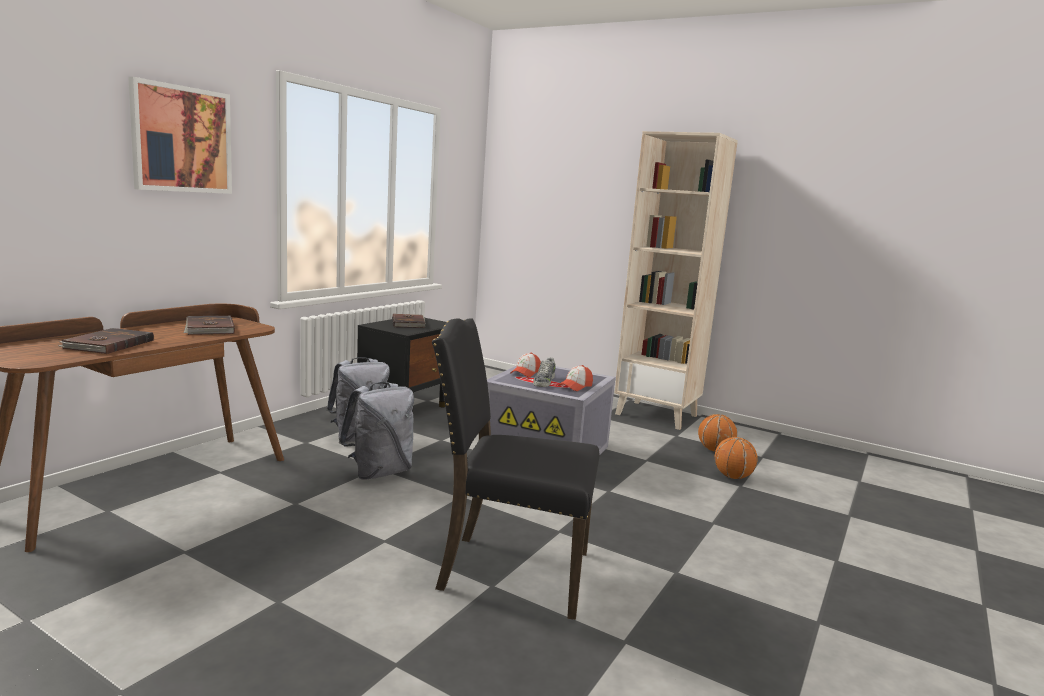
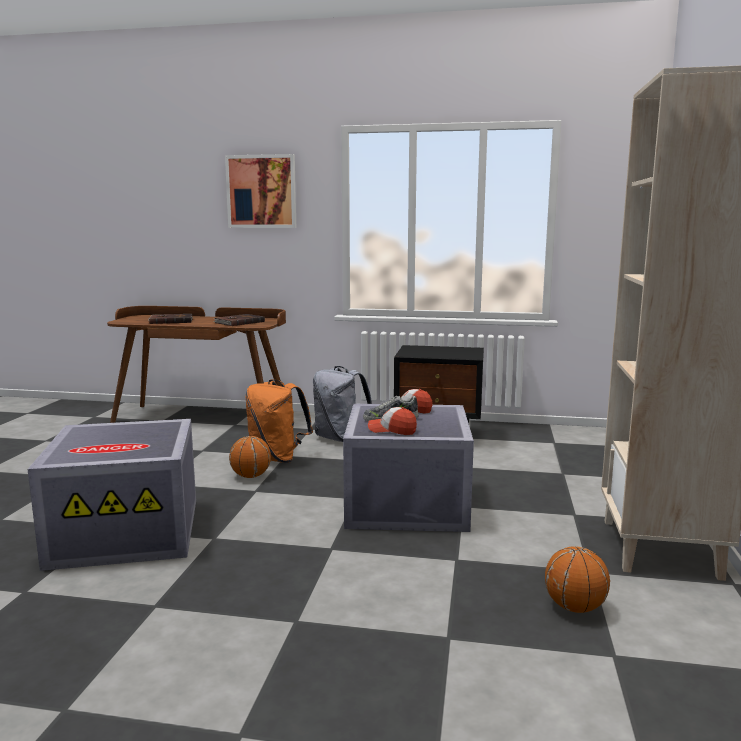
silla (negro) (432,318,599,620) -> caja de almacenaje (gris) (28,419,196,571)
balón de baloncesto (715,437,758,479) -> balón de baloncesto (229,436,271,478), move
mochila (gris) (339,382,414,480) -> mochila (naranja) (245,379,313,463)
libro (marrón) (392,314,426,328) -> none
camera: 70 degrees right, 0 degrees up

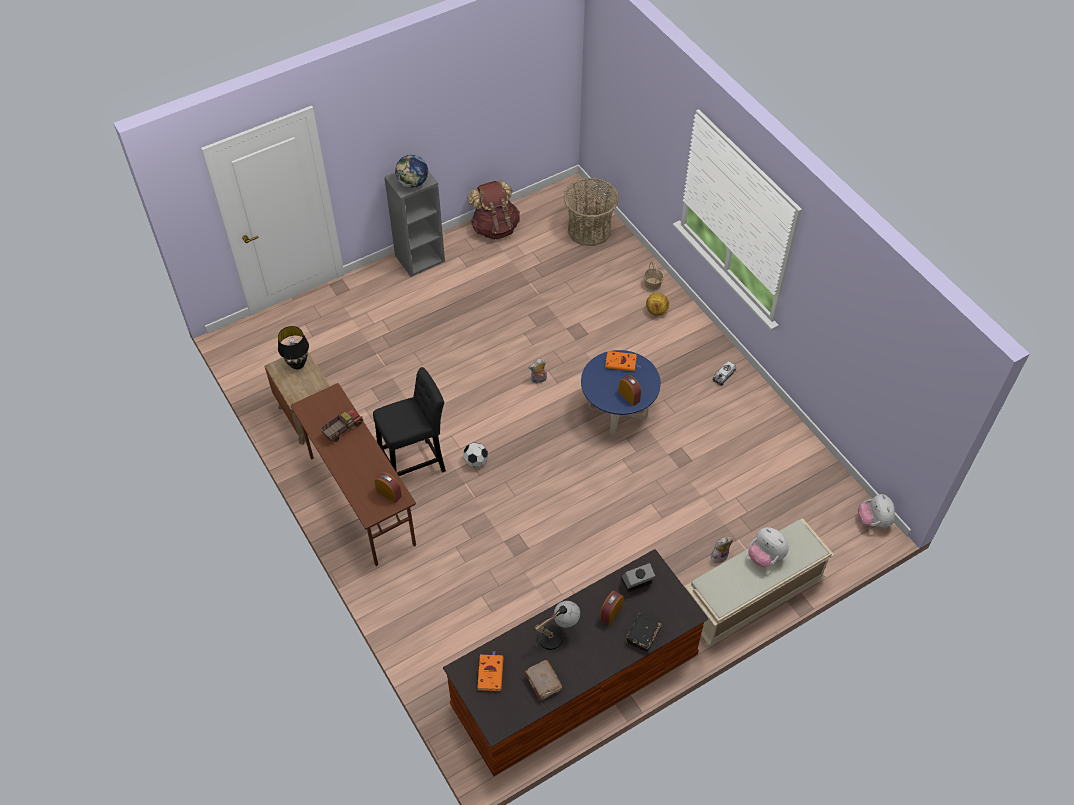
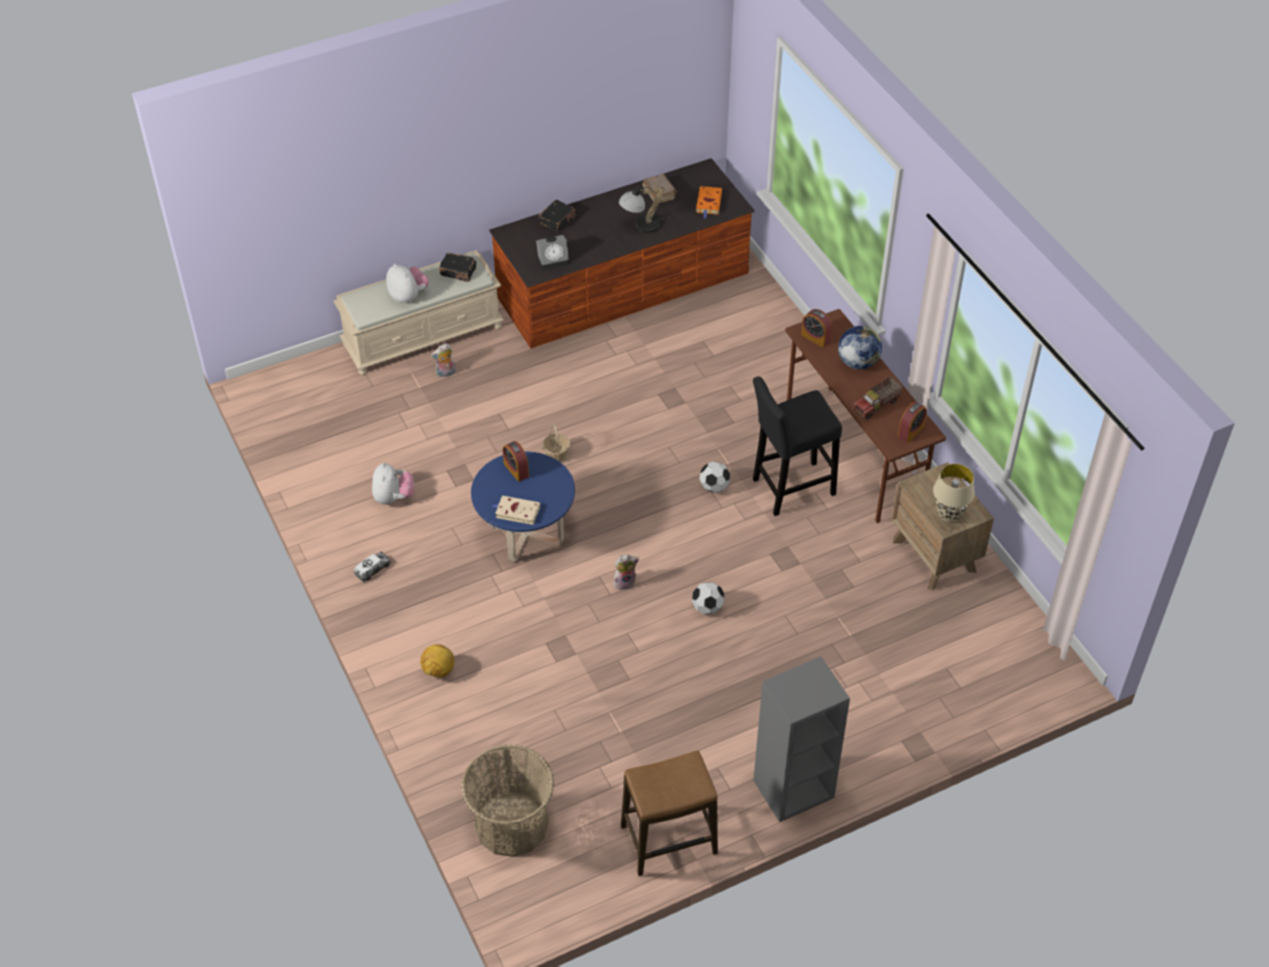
peluche (858,494,895,528) -> peluche (372,463,414,505), move
none -> libro (negro) (438,253,476,282)
libro (naranja) (605,351,641,372) -> libro (beis) (492,496,540,525)
cesta (643,261,664,291) -> cesta (542,424,570,463), move
mochila (marrón) (468,180,520,240) -> taburete (621,751,718,876)
none -> balón de fútbol (692,582,725,614)
globo terráqueo (395,154,428,188) -> globo terráqueo (838,326,882,369), move
despertador (600,591,624,626) -> despertador (898,402,927,443), move
lámpara de mesa (negro) (278,326,309,369) -> lámpara de mesa (beis) (933,463,975,522)
camera: 175 degrees left, 5 degrees down

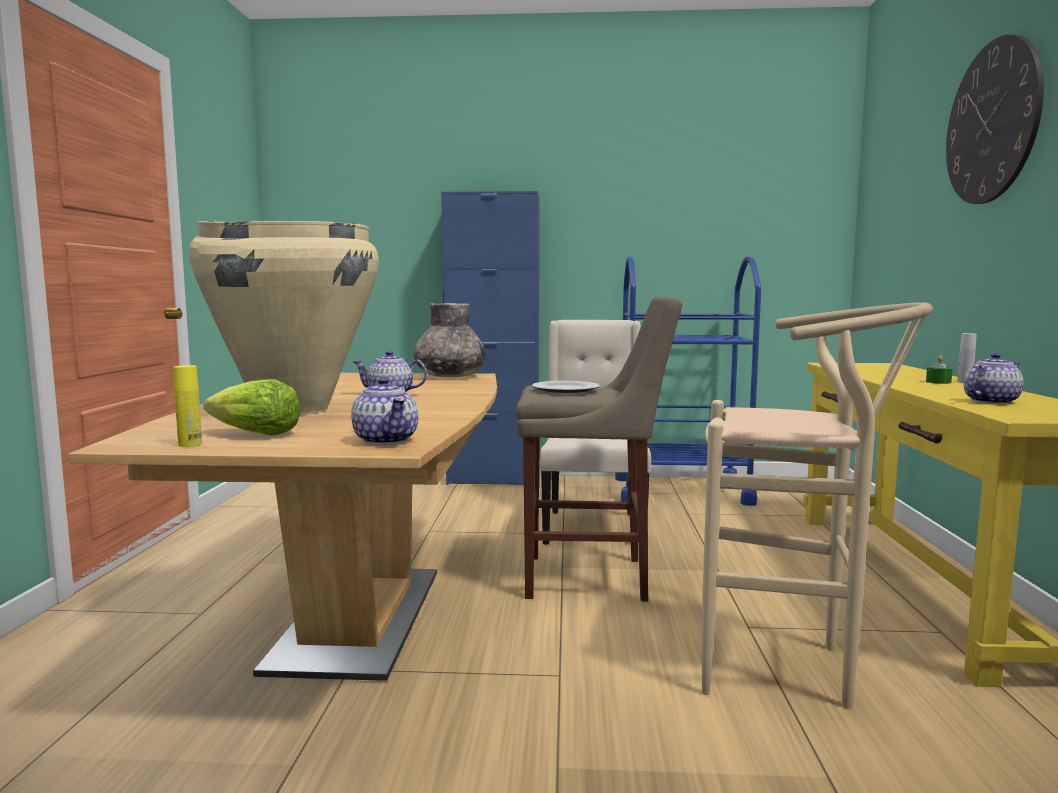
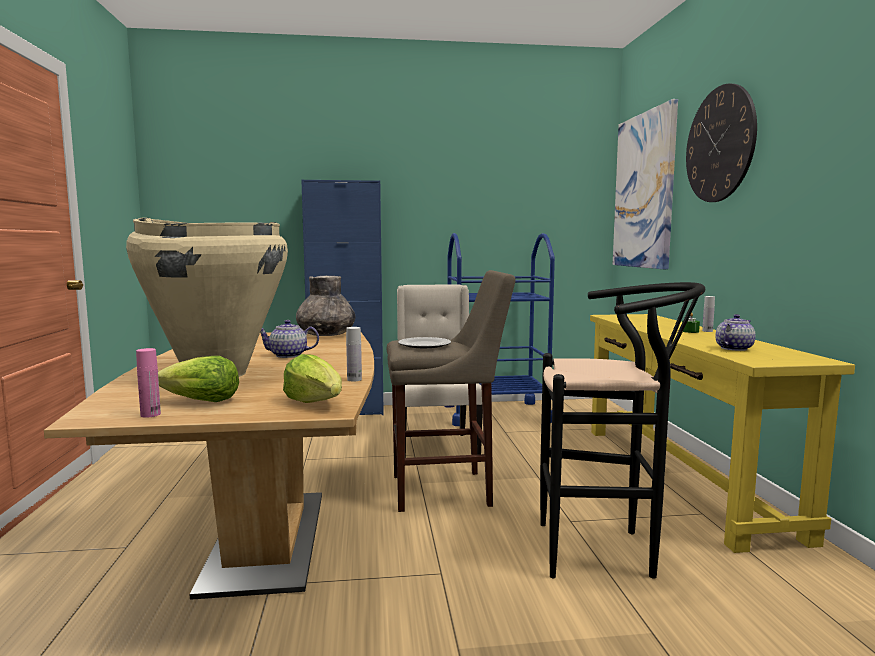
botella (amarillo) (173,365,202,447) -> botella (rosa) (136,348,161,417)
tetera (351,377,418,445) -> lechuga (283,354,342,403)
none -> botella (blanco) (346,327,362,381)
taburete (beis) (702,302,933,708) -> taburete (negro) (540,282,705,578)
none -> cuadro (613,99,678,269)
camera: 10 degrees left, 0 degrees up

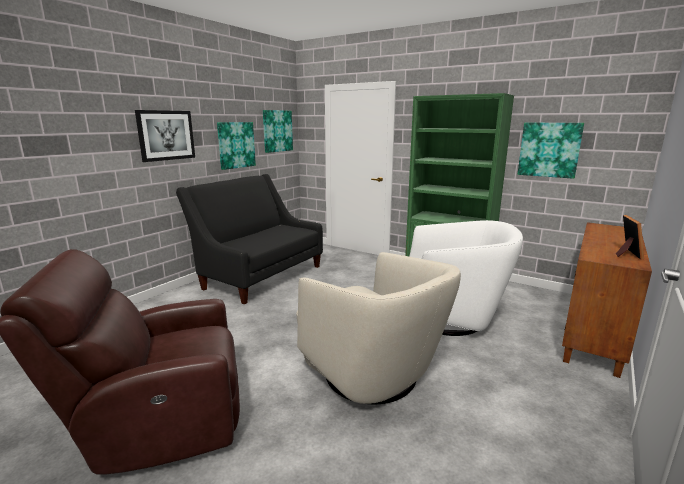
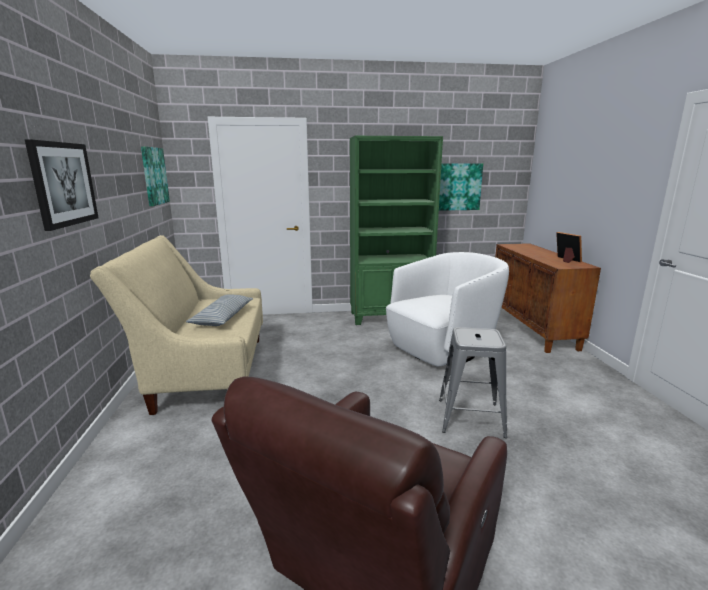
sofá (negro) (176,174,323,305) -> sofá (beis) (90,235,263,415)
none -> cojín (186,295,253,326)
sillón (beis) (296,252,461,404) -> taburete (gris) (439,327,507,438)
cuadro (217,122,256,170) -> none
camera: 40 degrees left, 0 degrees up

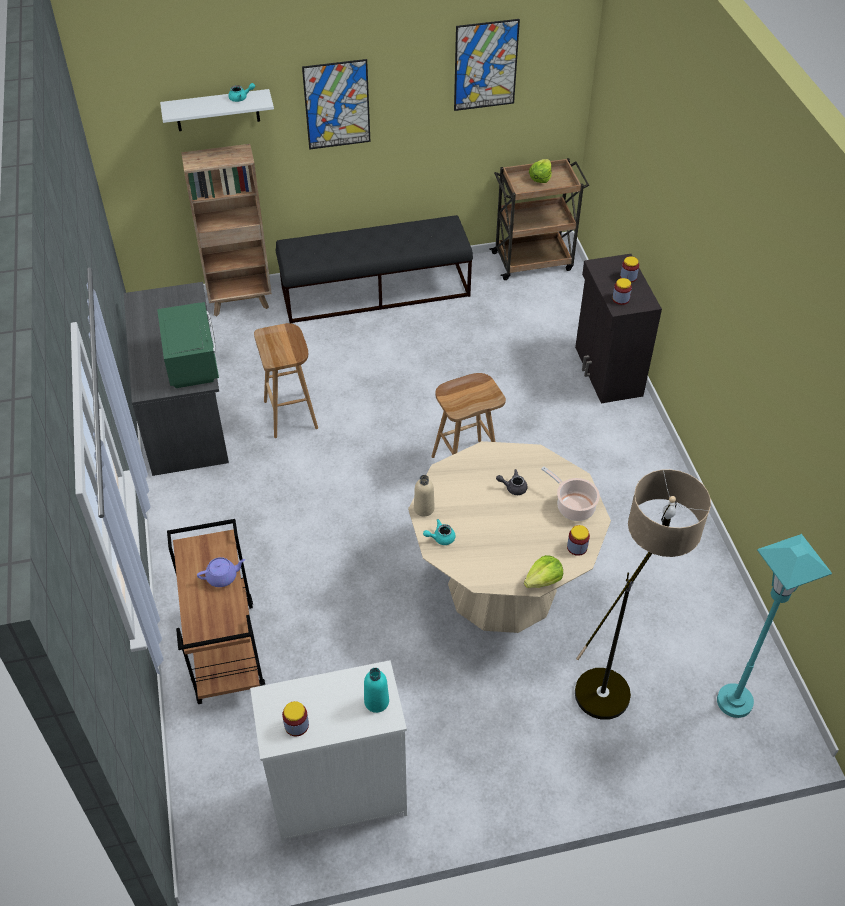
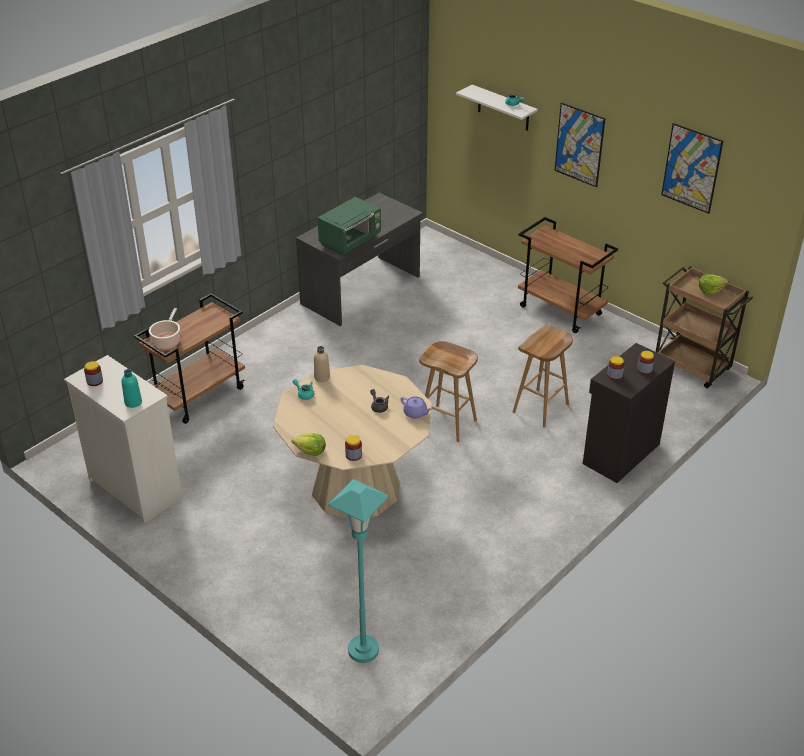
olla (541,466,600,521) -> olla (149,308,180,349), move
tetera (morado) (197,557,245,587) -> tetera (morado) (401,397,432,419), move
taburete (marrón) (254,323,318,438) -> taburete (marrón) (513,324,573,428), move
banco (negro) (276,215,473,323) -> carrito (marrón) (518,217,618,333)
estantería (marrón) (181,144,272,317) -> none
lámpara de pie (575,469,711,720) -> none
camera: 55 degrees right, 10 degrees down

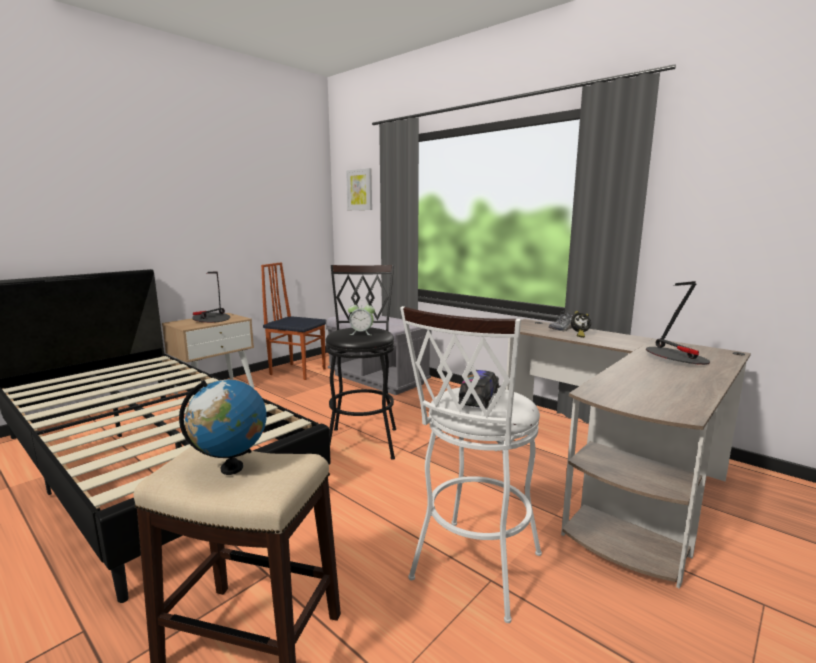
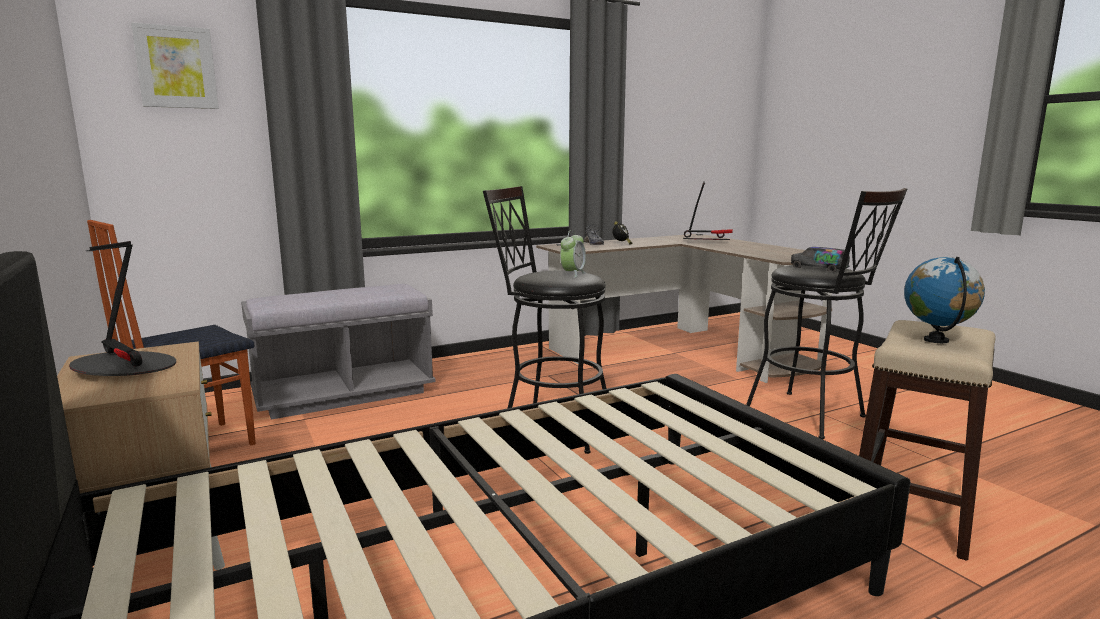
taburete (blanco) (400,306,542,623) -> taburete (negro) (746,188,907,439)
camera: 70 degrees left, 0 degrees up

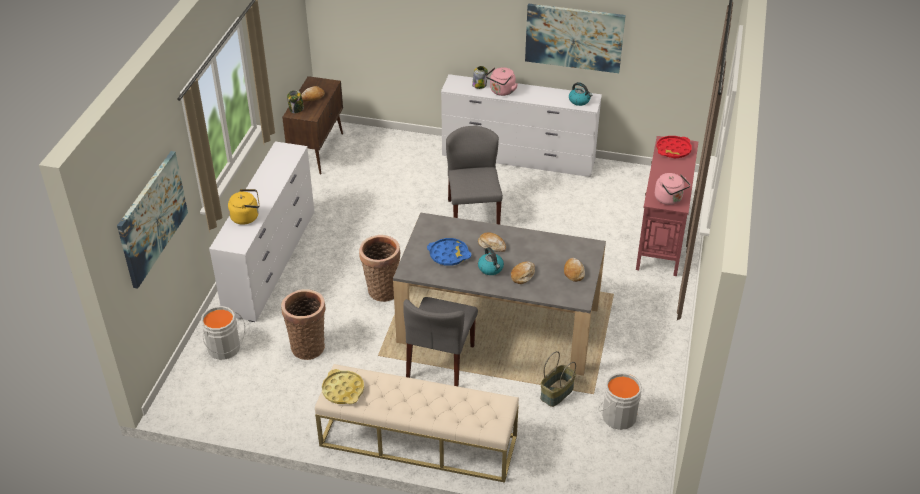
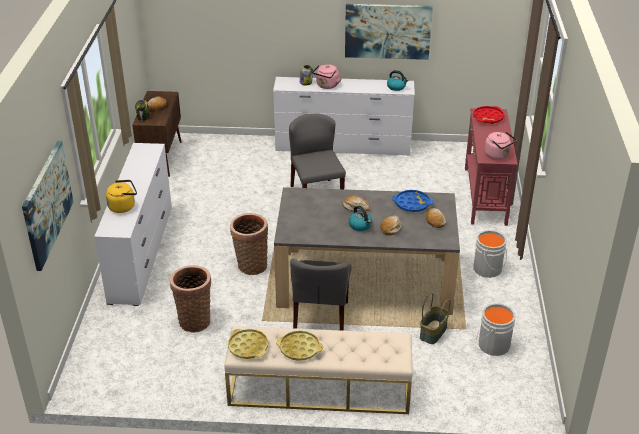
none -> bandeja (amarillo) (276,330,323,361)
bandeja (azul) (427,238,471,266) -> bandeja (azul) (392,190,434,212), move
cubo (gris) (201,306,245,360) -> cubo (gris) (473,230,507,278), move
camera: 10 degrees left, 5 degrees down

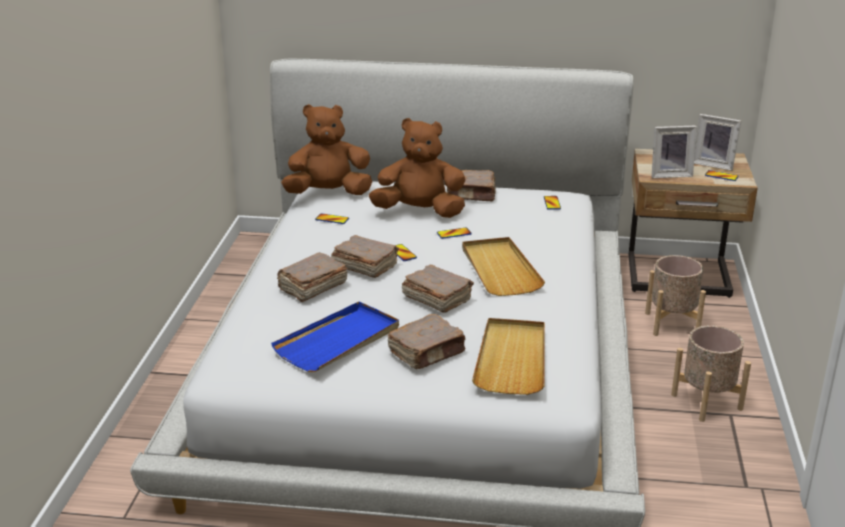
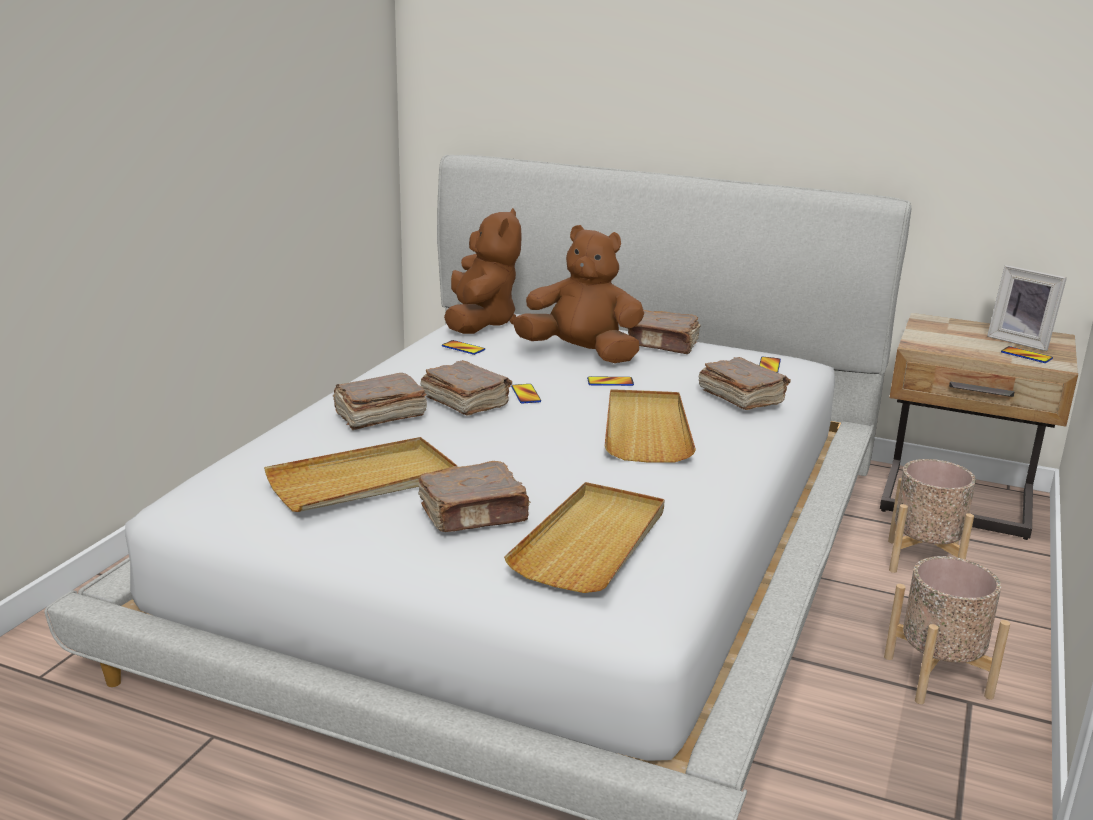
bandeja (azul) (271,302,399,372) -> bandeja (beis) (264,437,458,512)
peluche (marrón) (281,104,372,195) -> peluche (marrón) (444,208,522,334), 90 degrees clockwise
libro (marrón) (402,265,474,313) -> libro (marrón) (698,357,791,410), move
portarretratos (651,125,697,178) -> none
camera: 15 degrees right, 5 degrees down

